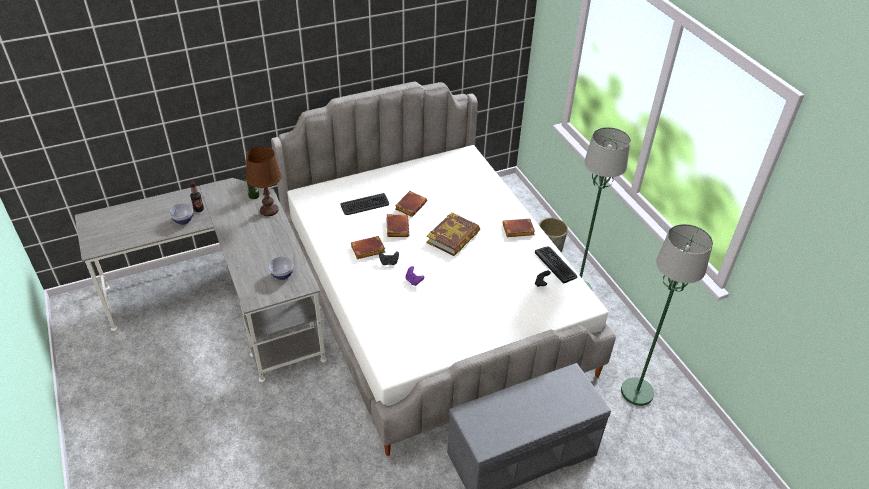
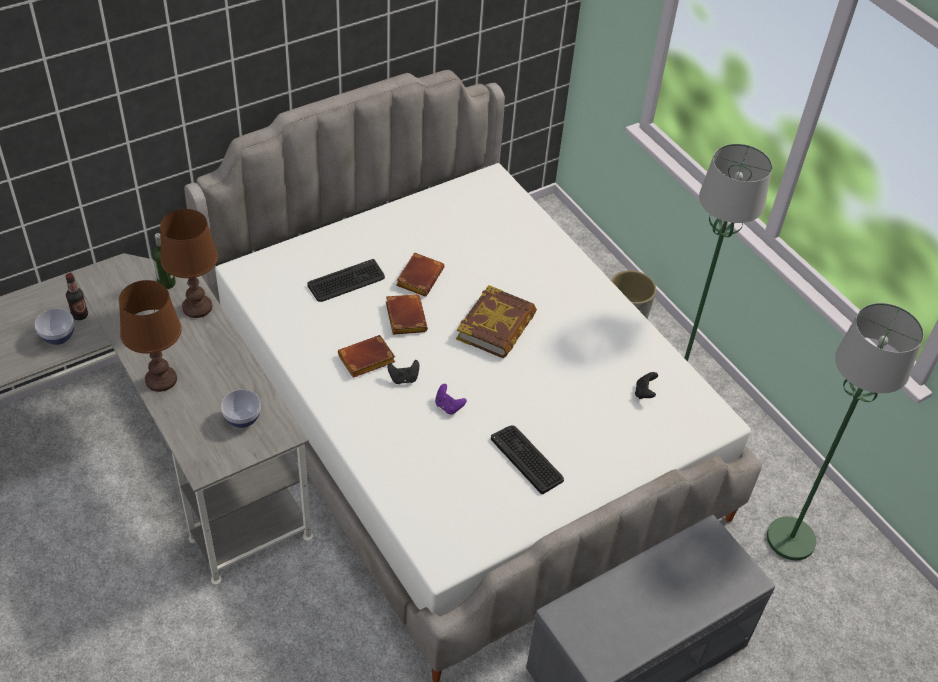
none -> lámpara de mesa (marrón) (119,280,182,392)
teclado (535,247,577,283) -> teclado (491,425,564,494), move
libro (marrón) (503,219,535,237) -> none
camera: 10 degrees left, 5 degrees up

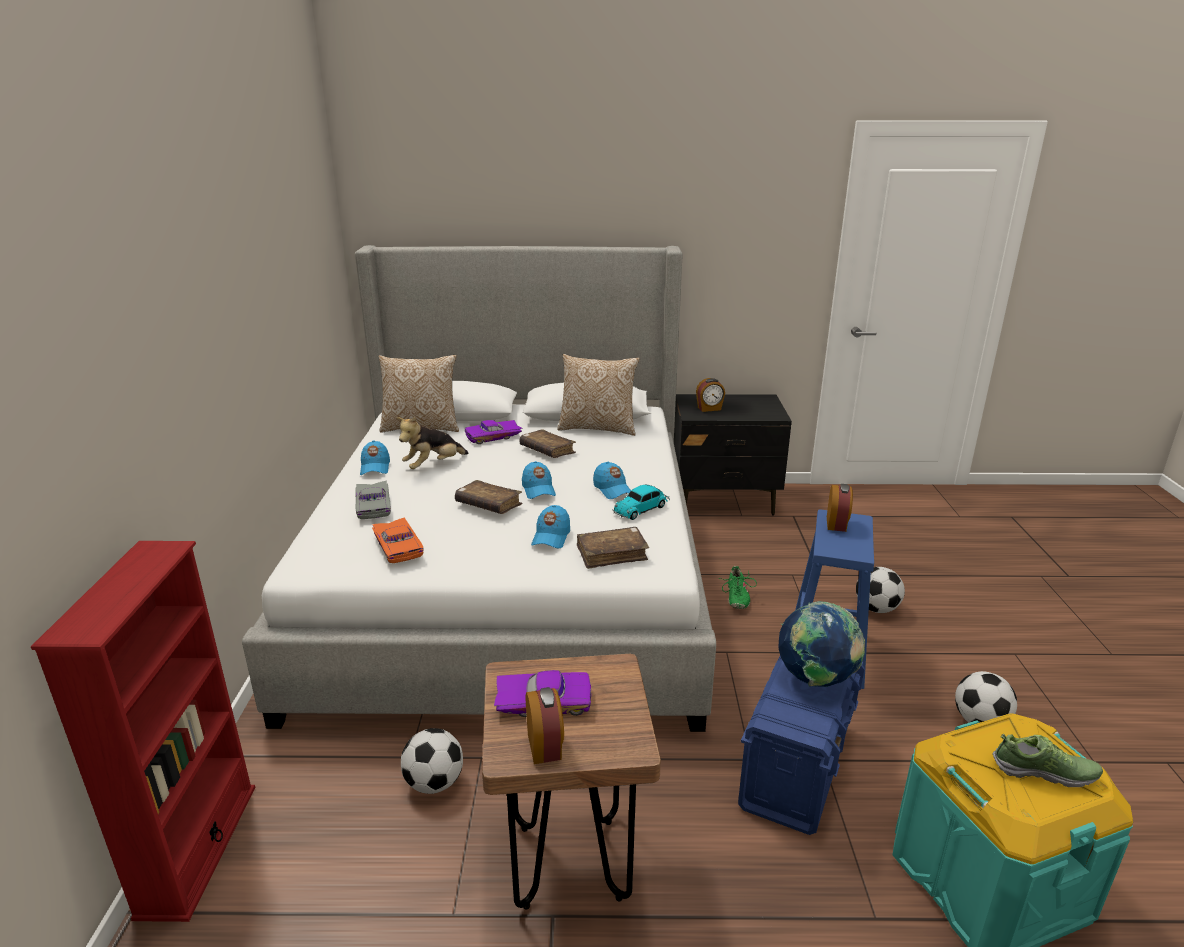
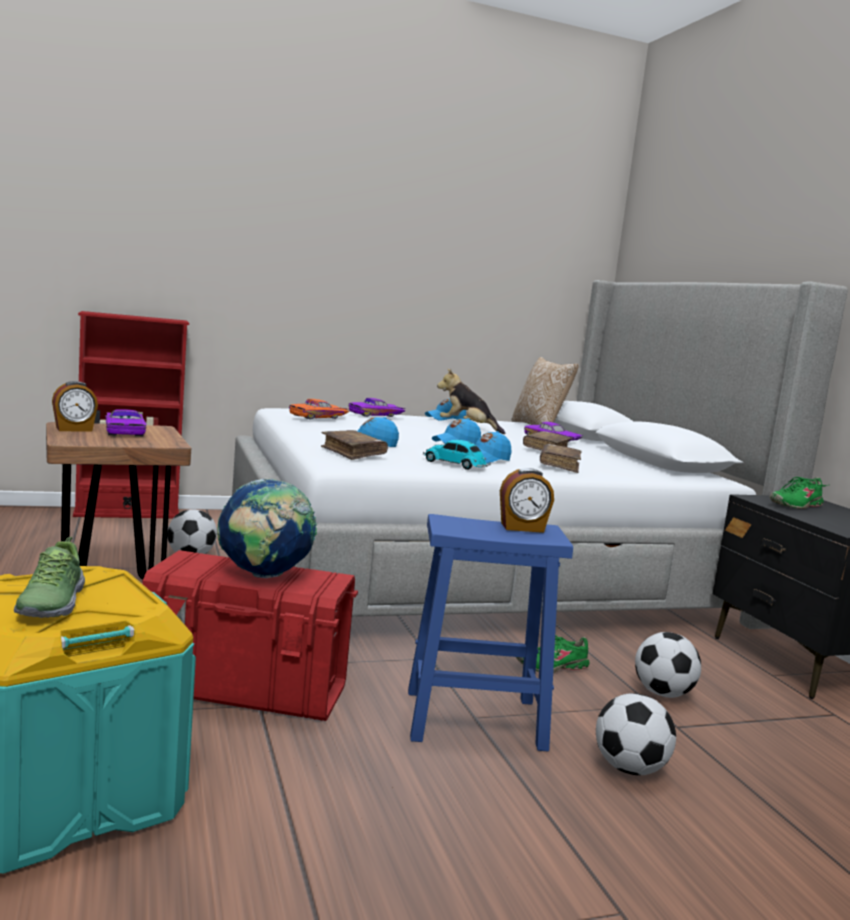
caja de almacenaje (azul) (738,656,865,835) -> caja de almacenaje (rojo) (143,550,358,721)
coche de juguete (gris) (356,481,391,519) -> coche de juguete (morado) (349,398,406,417)
libro (marrón) (455,480,523,514) -> libro (marrón) (540,444,582,473), move
balón de fútbol (955,671,1017,723) -> balón de fútbol (635,632,701,698), move
despertador (696,378,725,412) -> zapato (verde) (770,477,828,509)
cojín (557,354,640,436) -> none
camera: 70 degrees right, 15 degrees down

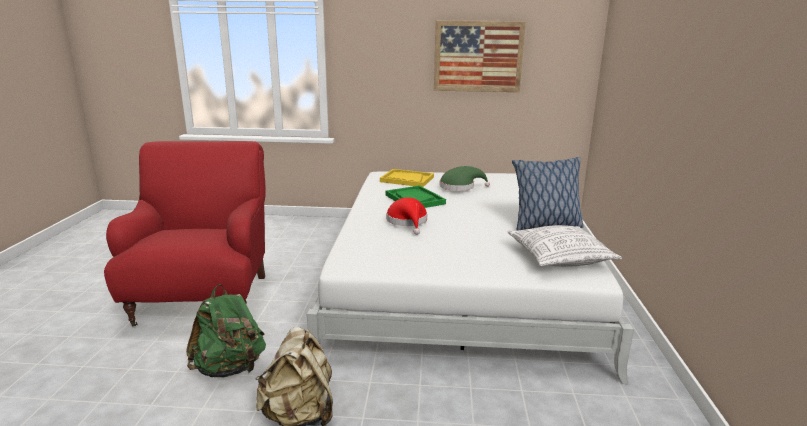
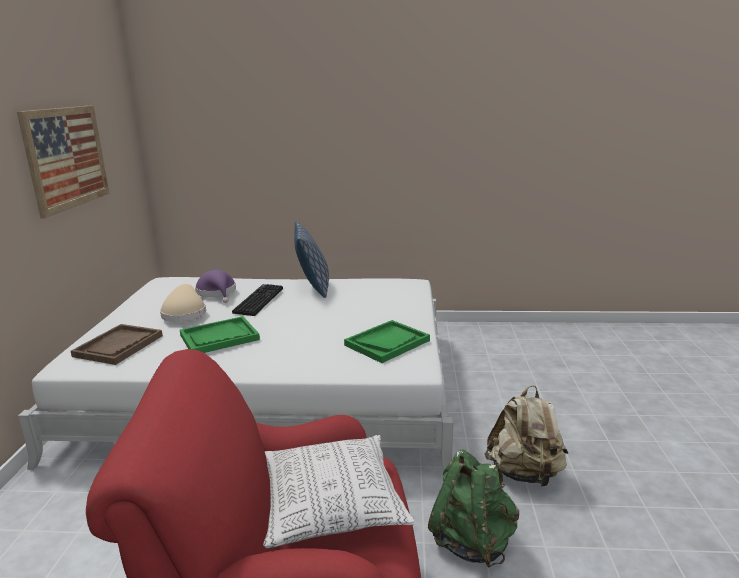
bandeja (amarillo) (380,169,434,187) -> bandeja (marrón) (71,324,163,365)
sombrero (verde) (439,166,490,191) -> sombrero (beis) (160,284,206,322)
none -> sombrero (morado) (195,270,236,303)
none -> teclado (232,284,283,316)
cojín (508,225,622,267) -> cojín (263,435,415,548), move
none -> bandeja (verde) (344,320,430,363)
sombrero (rojo) (386,197,427,235) -> none
camera: 90 degrees left, 0 degrees up

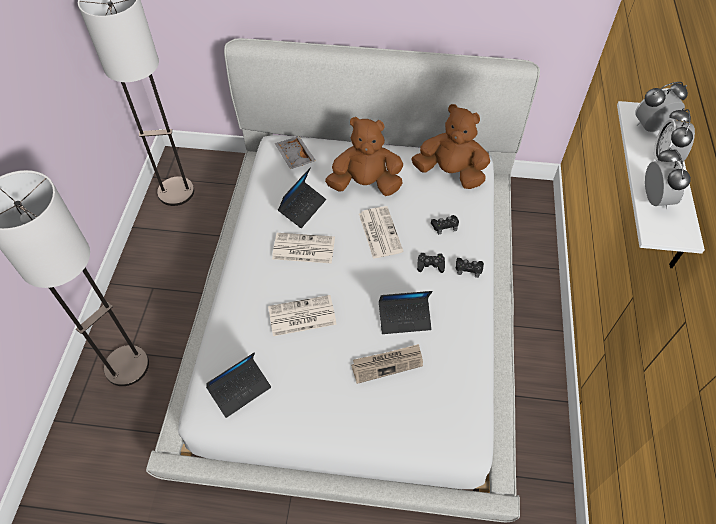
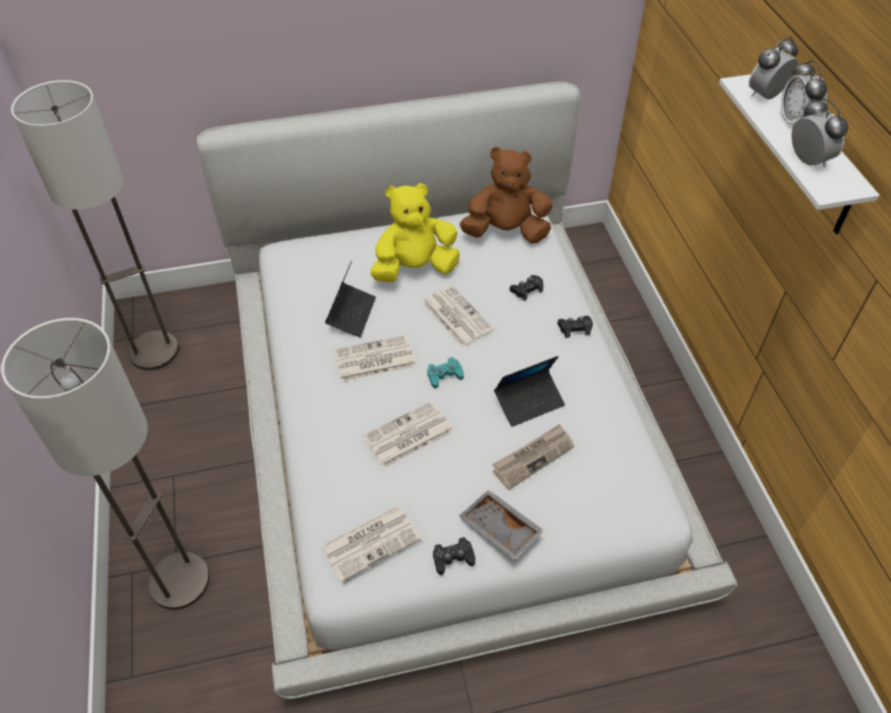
portátil (206,352,271,418) -> periódico (321,506,421,582)
peluche (marrón) (325,117,403,196) -> peluche (amarillo) (370,183,460,283)
none -> mando de consola (turquesa) (427,357,464,389)
mando de consola (negro) (417,253,445,273) -> mando de consola (negro) (433,537,475,575), move
bandeja (gris) (275,136,316,169) -> bandeja (gris) (459,490,544,560), move
camera: 20 degrees left, 5 degrees down

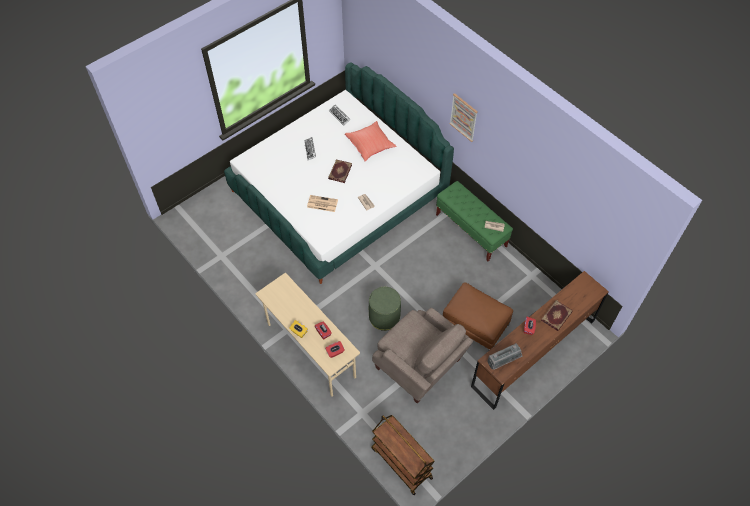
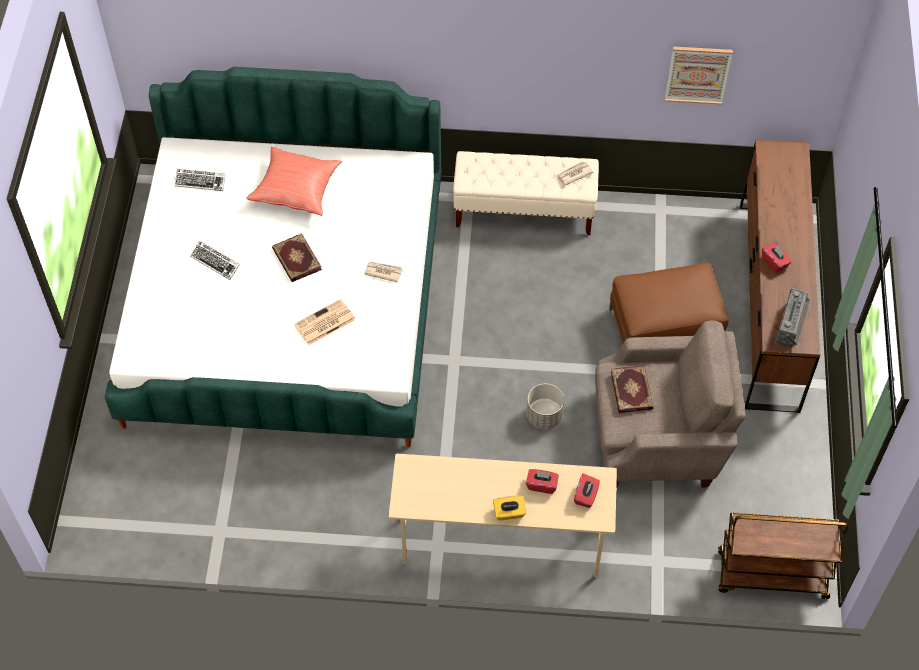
banco (verde) (436,181,513,261) -> banco (beis) (453,151,599,235)
puf (verde) (369,287,401,331) -> maceta (gris) (527,384,564,429)
libro (541,300,573,331) -> libro (611,365,653,413), move
cuadro (450,93,478,142) -> cuadro (665,46,733,105), move
camera: 45 degrees left, 0 degrees up

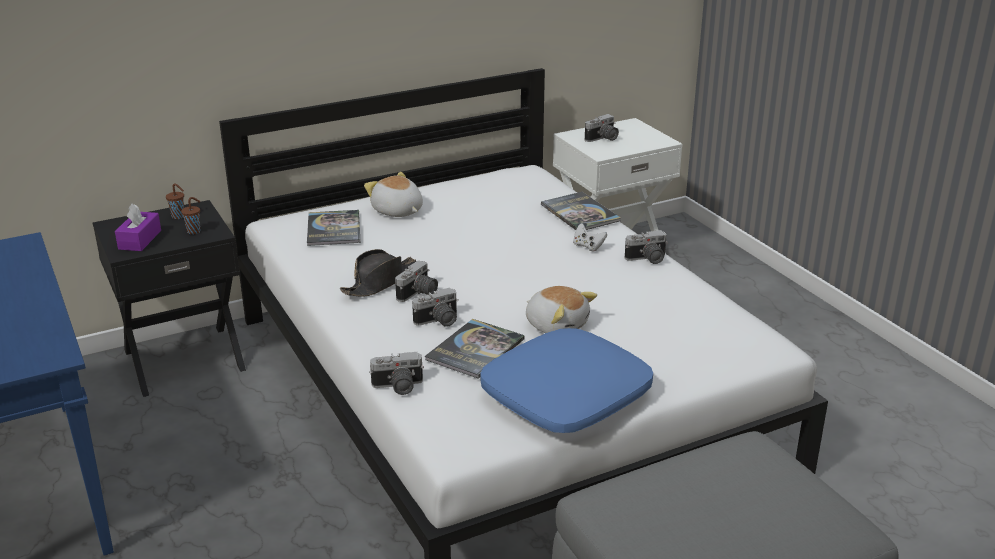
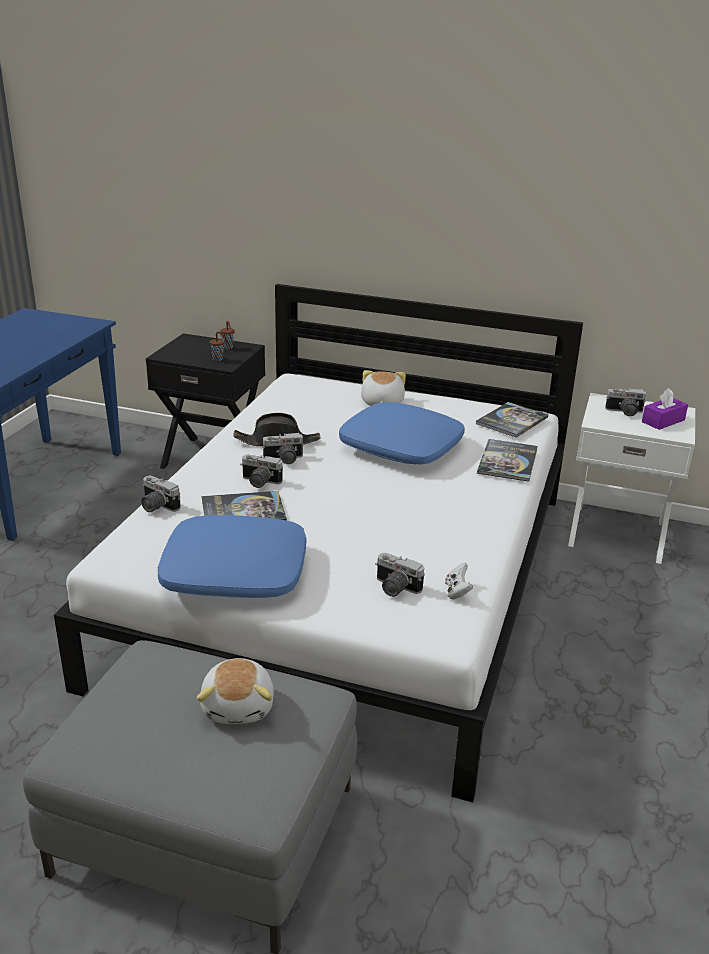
peluche (526,286,597,333) -> peluche (197,658,274,724), move
none -> cojín (azul) (339,402,465,464)
cámara (625,230,668,264) -> cámara (375,553,425,597), move
mando de consola (blanco) (573,223,607,251) -> mando de consola (blanco) (445,563,473,600), move
libro (307,210,360,246) -> libro (476,402,548,438), move
caja de pañuelos (morado) (115,203,161,251) -> caja de pañuelos (morado) (642,388,688,430), move
camera: 45 degrees right, 0 degrees up

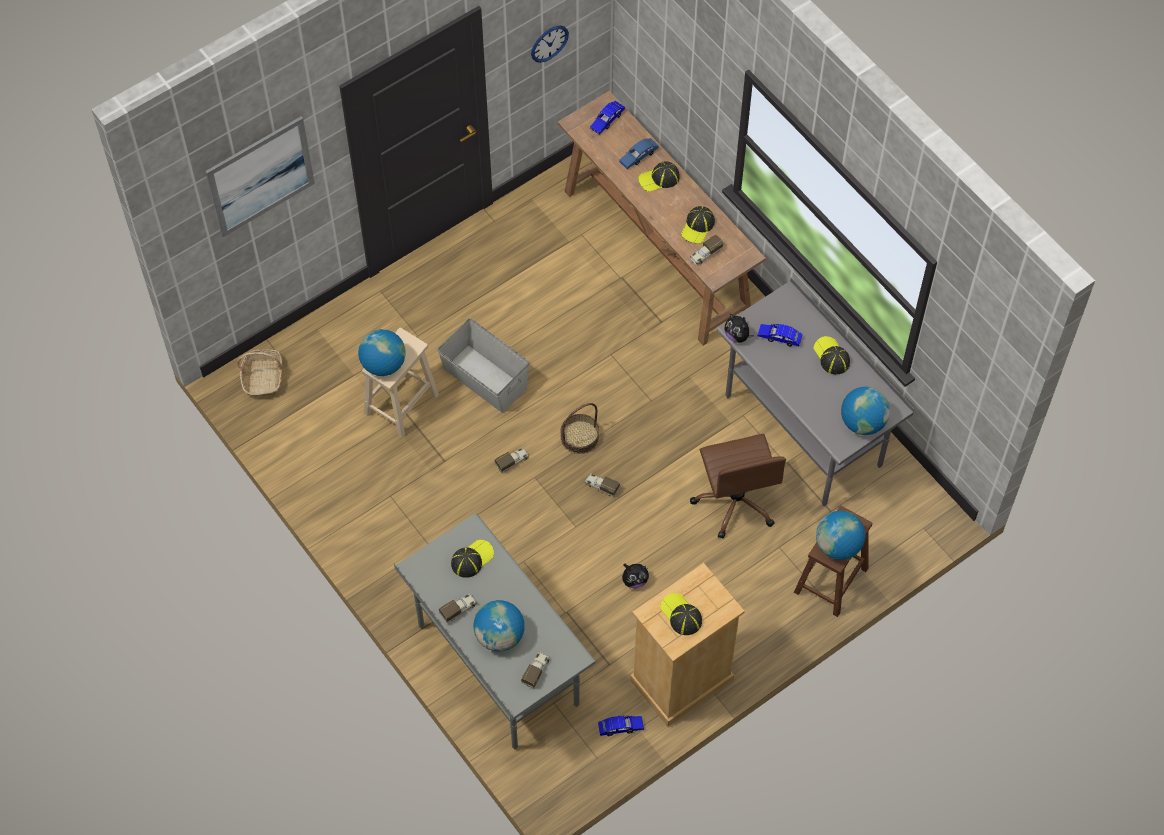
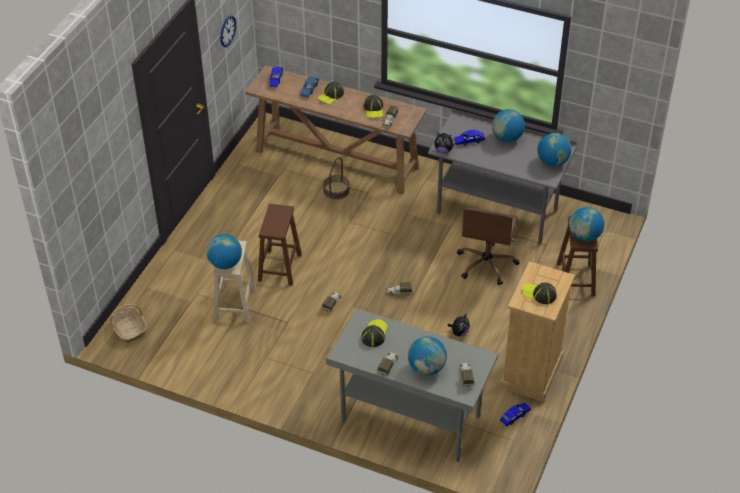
caja de almacenaje (gris) (437,318,530,413) -> taburete (marrón) (258,204,302,286)
cesta (561,403,599,454) -> cesta (323,157,350,200), move
silla de oficina (marrón) (690,434,786,539) -> silla de oficina (marrón) (457,208,520,285), 60 degrees clockwise
gorra (813,336,850,374) -> globo terráqueo (492,109,525,142)
cuadro (205,116,315,237) -> none
camera: 30 degrees left, 15 degrees down

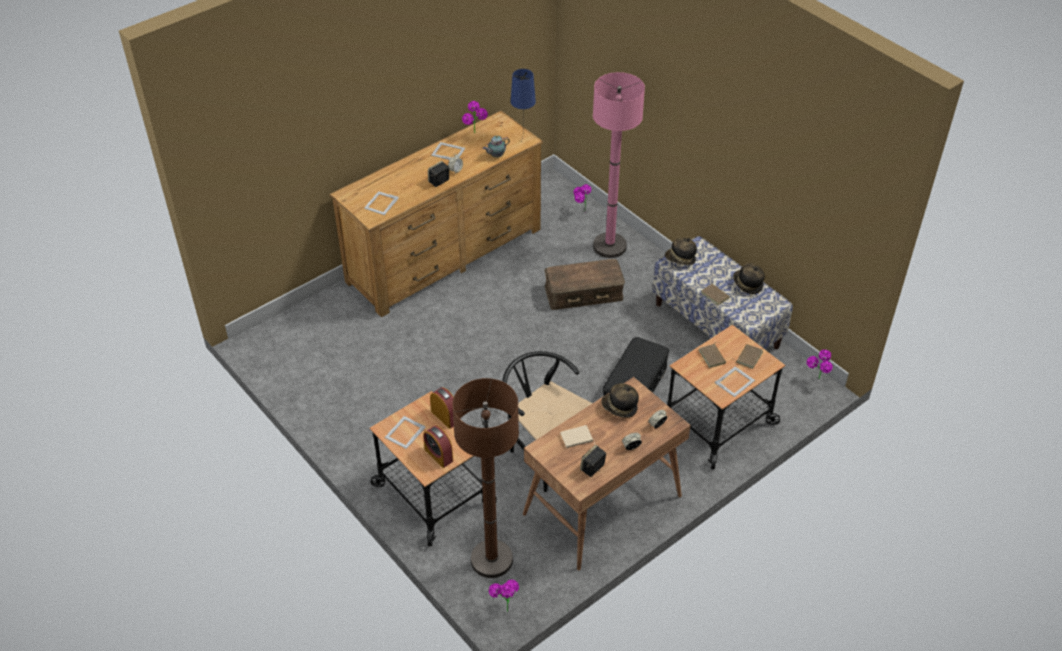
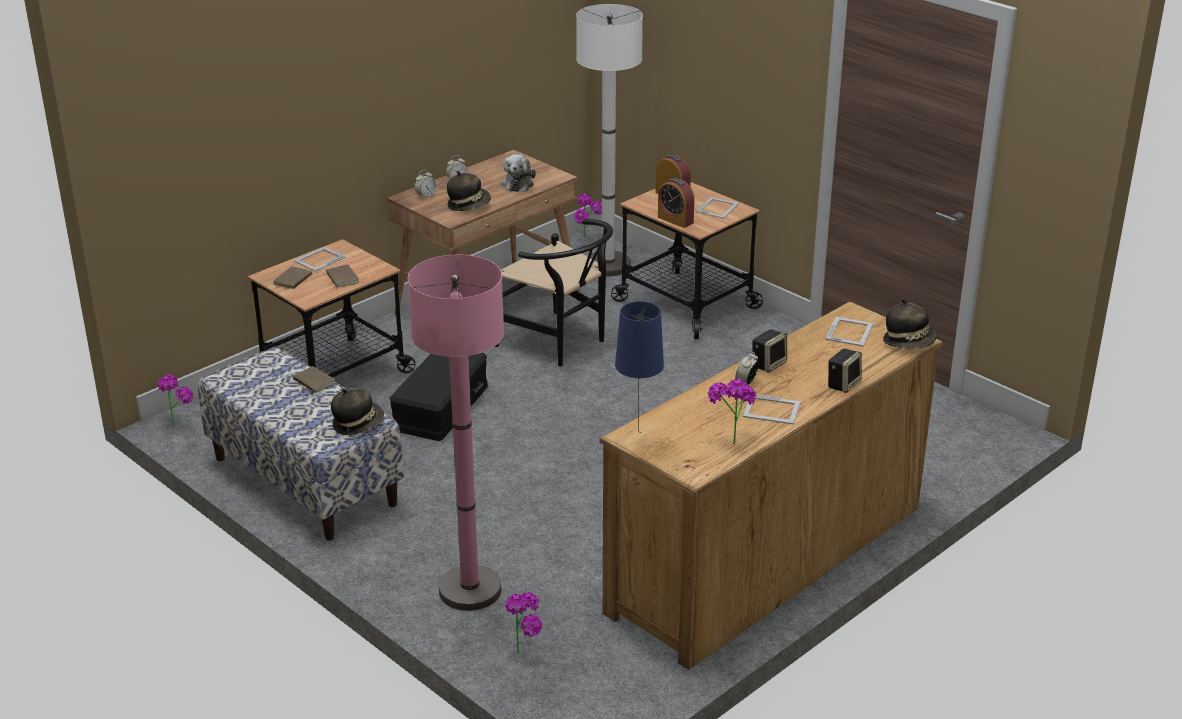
libro (beis) (560,425,595,448) -> peluche (501,154,536,192)
lámpara de pie (marrón) (452,378,519,578) -> lámpara de pie (blanco) (576,4,643,276)
altavoz (580,445,606,477) -> altavoz (828,348,862,393), move
sombrero (733,263,765,294) -> sombrero (883,298,937,349), move
tetera (483,135,510,158) -> none
caja de almacenaje (marrón) (544,259,625,310) -> none
camera: 175 degrees right, 15 degrees down

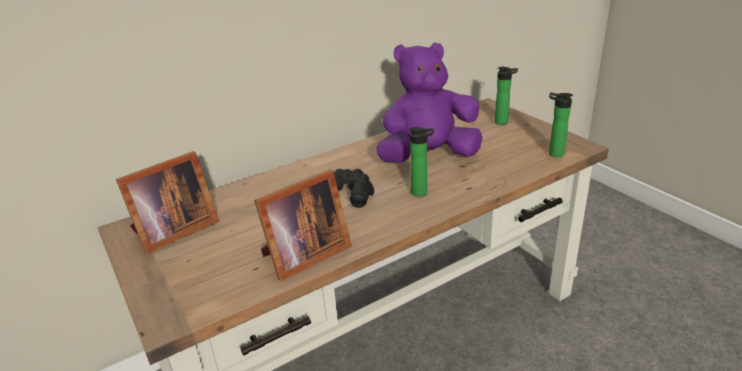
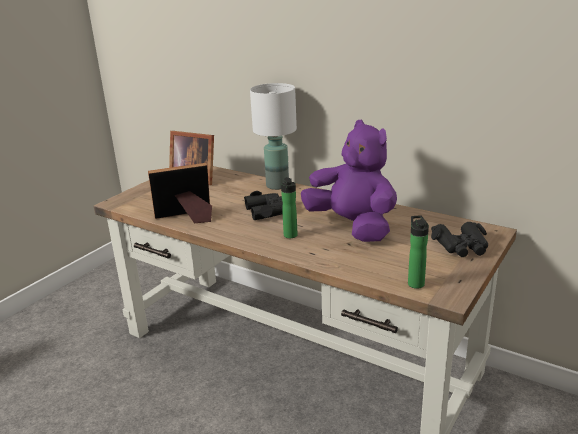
portarretratos (254,170,352,281) -> portarretratos (148,163,212,223), 135 degrees clockwise
none -> lámpara de mesa (blanco) (250,83,297,190)
botella (495,67,518,125) -> prismáticos (negro) (431,222,488,257)
camera: 65 degrees right, 5 degrees down

